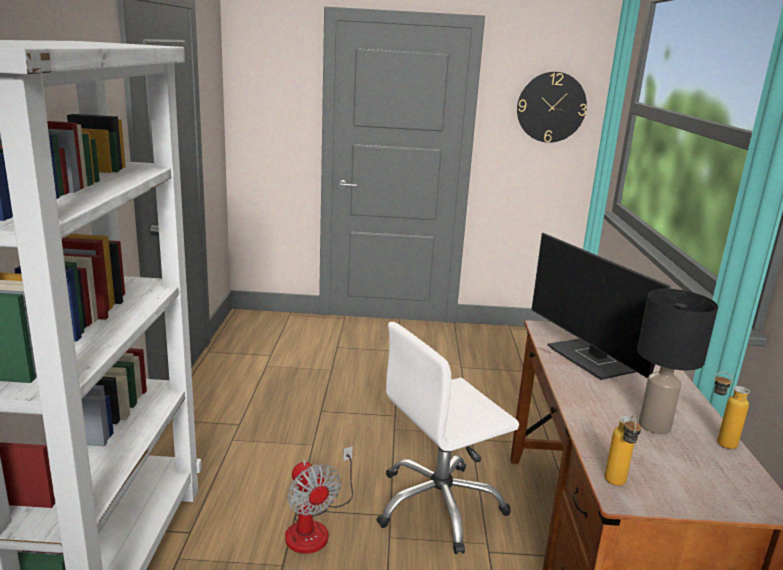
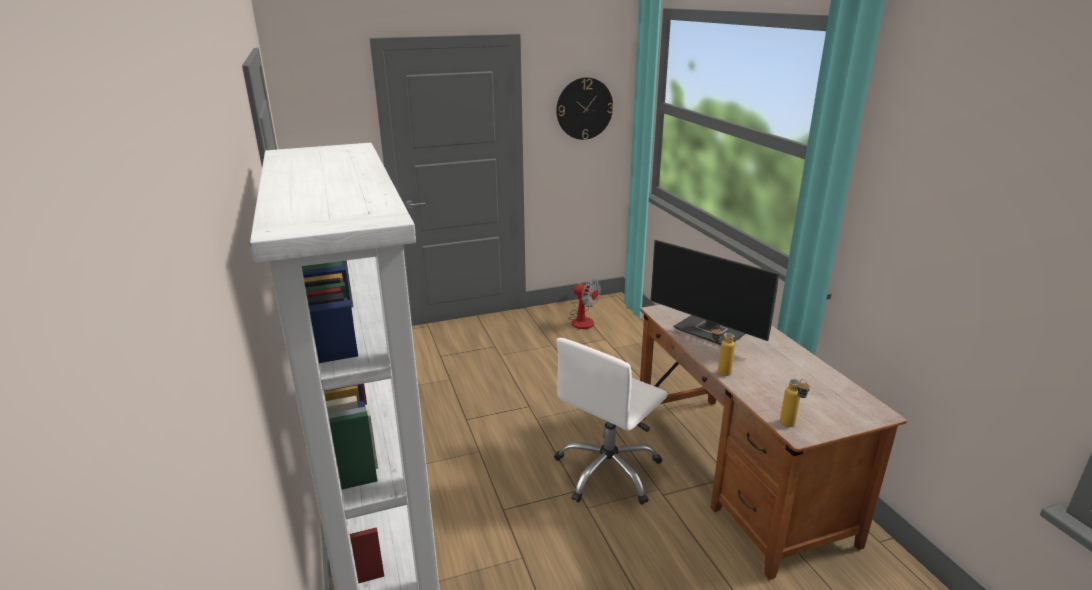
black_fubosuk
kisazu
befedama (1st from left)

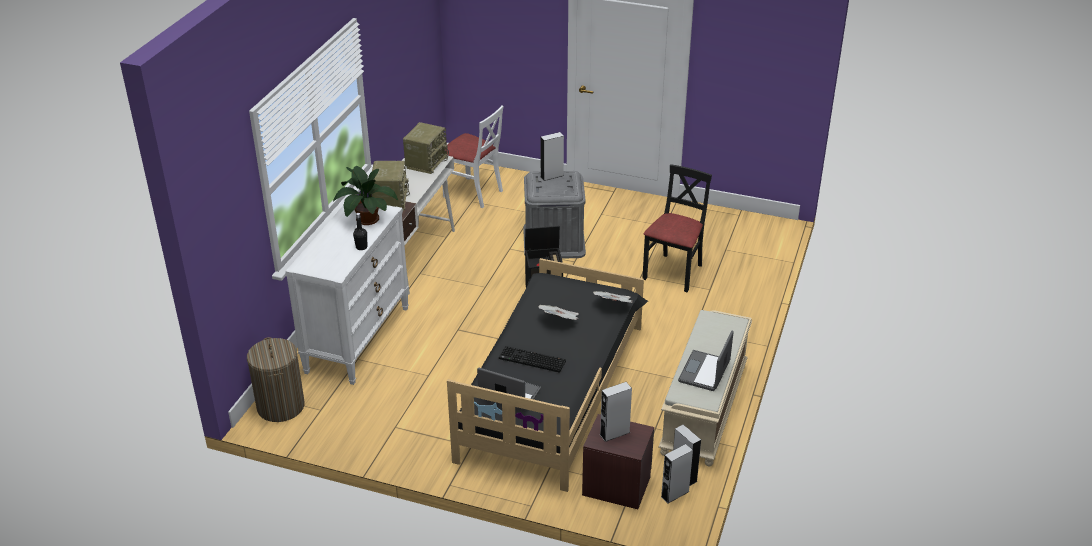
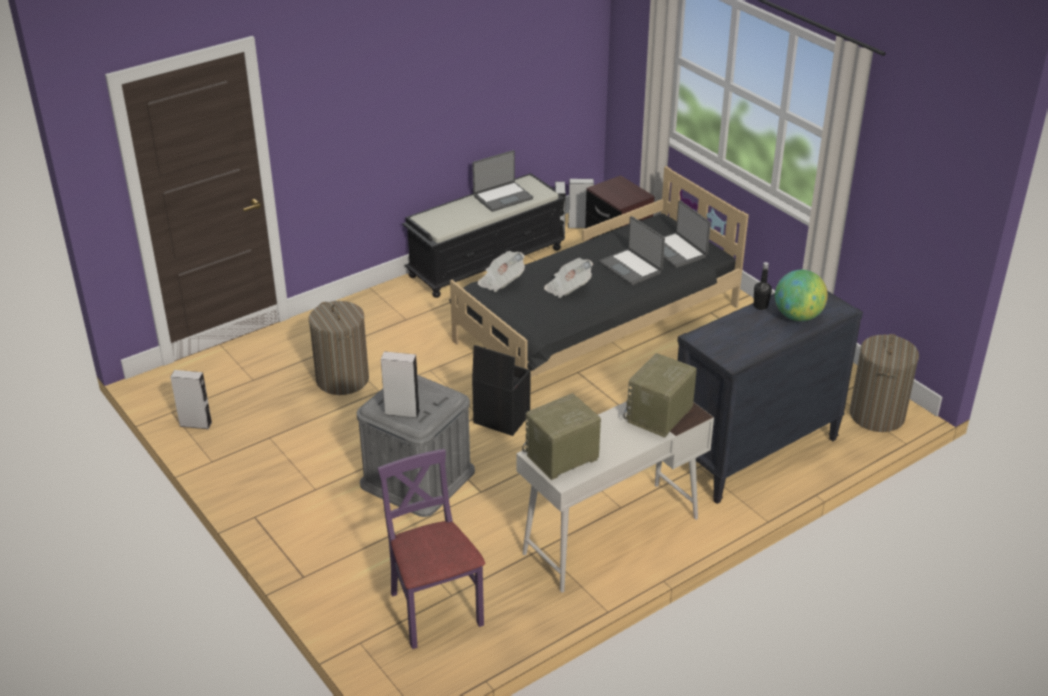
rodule
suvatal
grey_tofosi (1st from left)
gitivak (2nd from left)
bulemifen (1st from left)
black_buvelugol
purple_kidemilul
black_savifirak

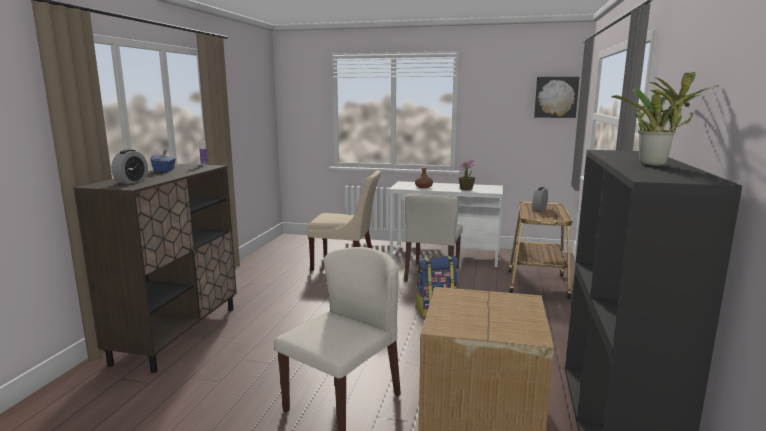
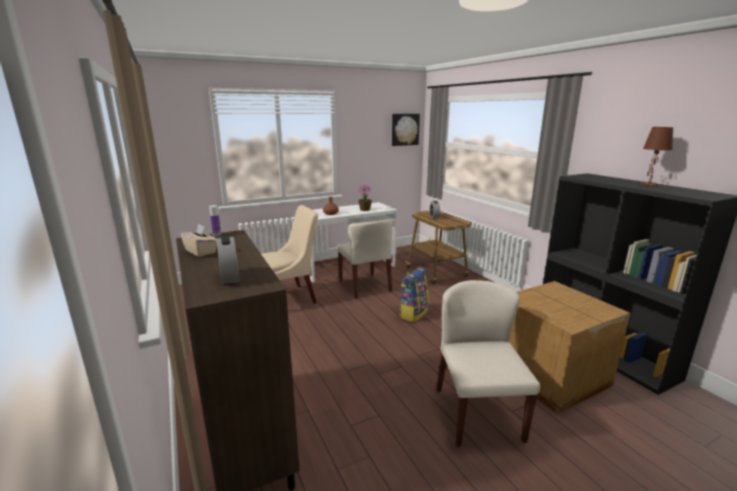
brown_fubosuk
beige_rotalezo

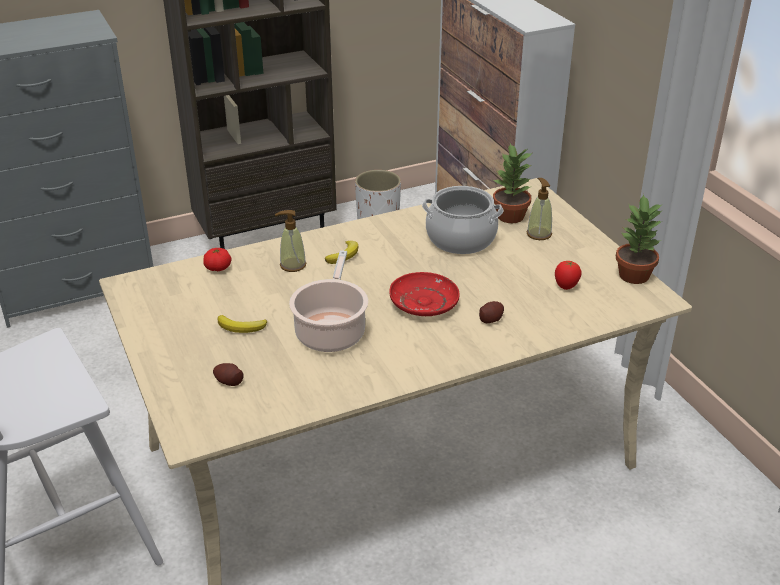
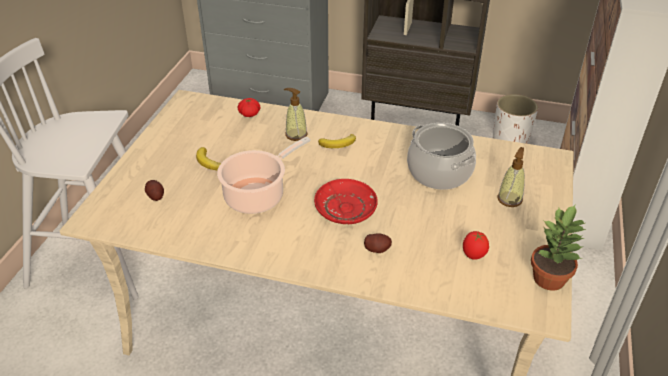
rodule (1st from left in the first image)

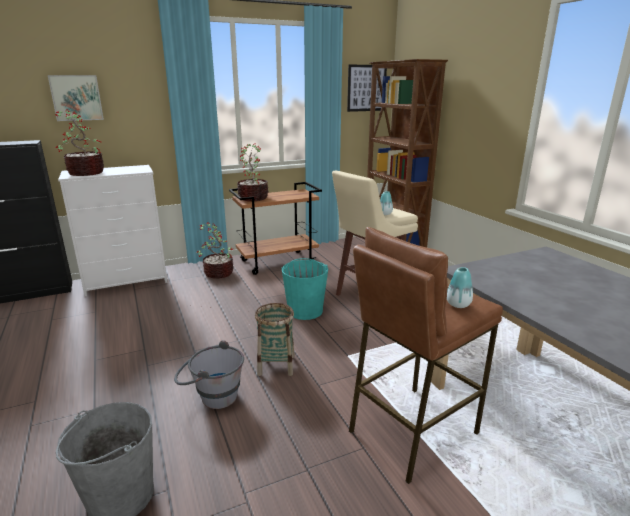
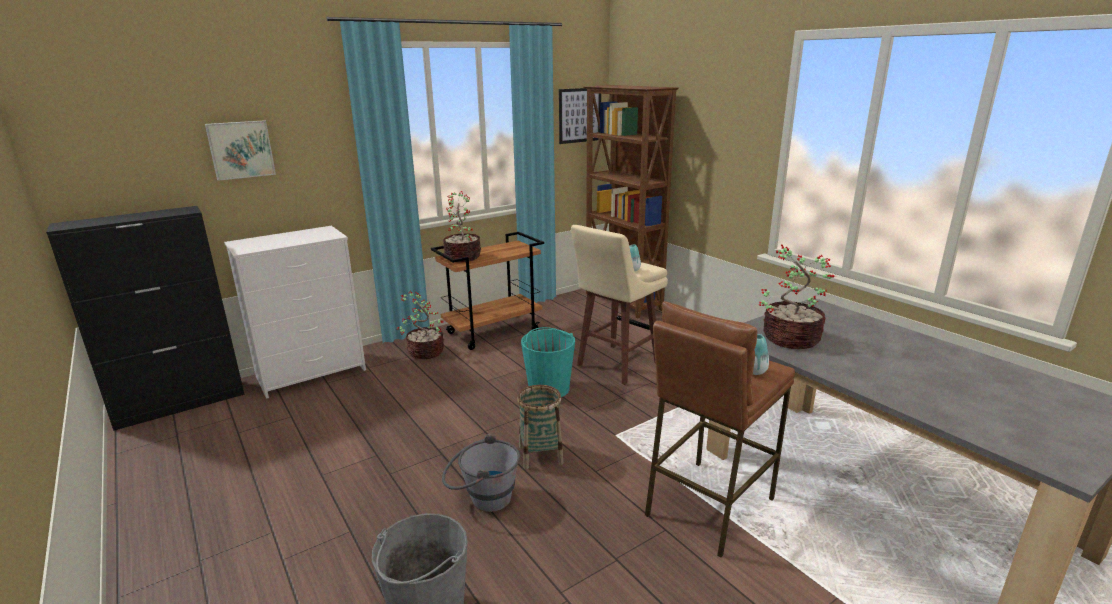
rodule (3rd from left)

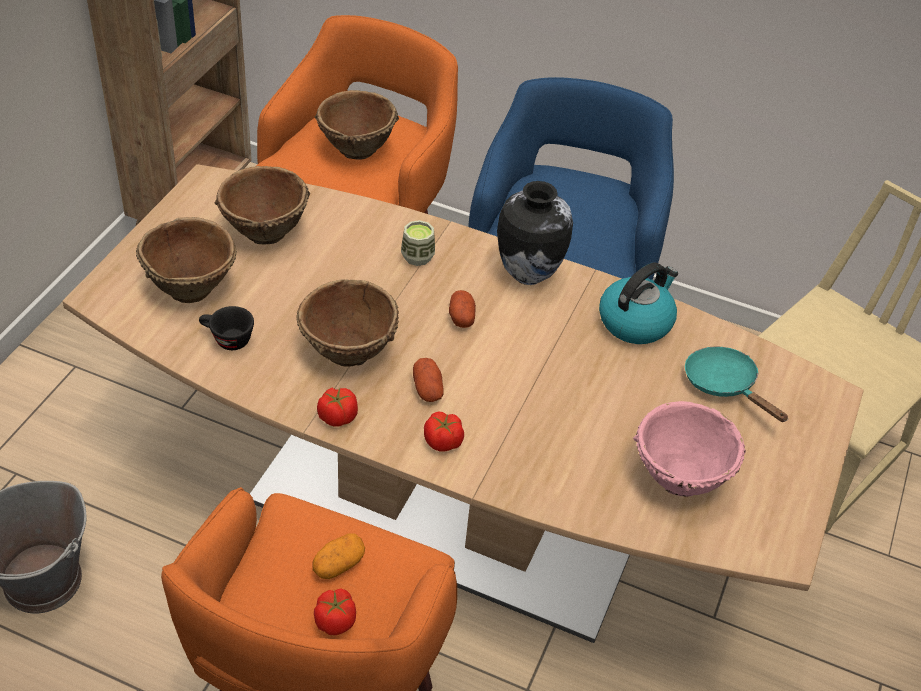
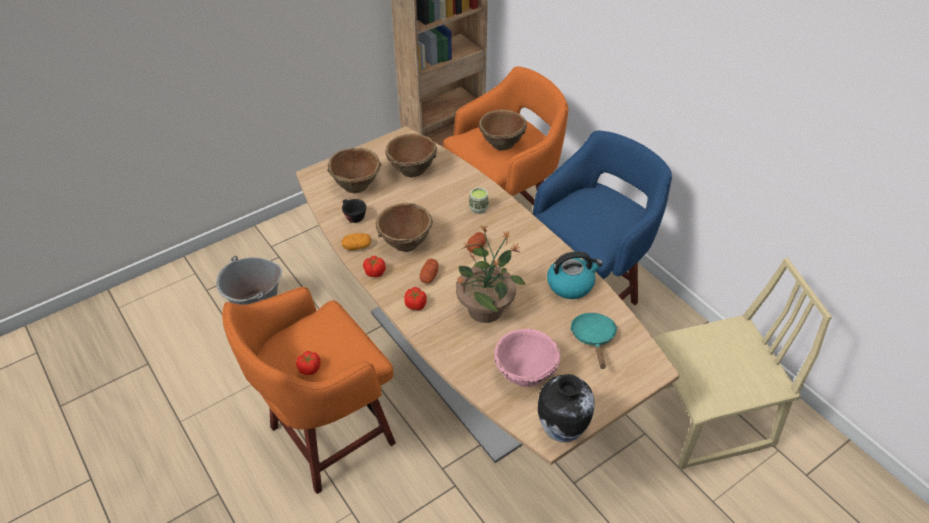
rodule
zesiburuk (1st from left)
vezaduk

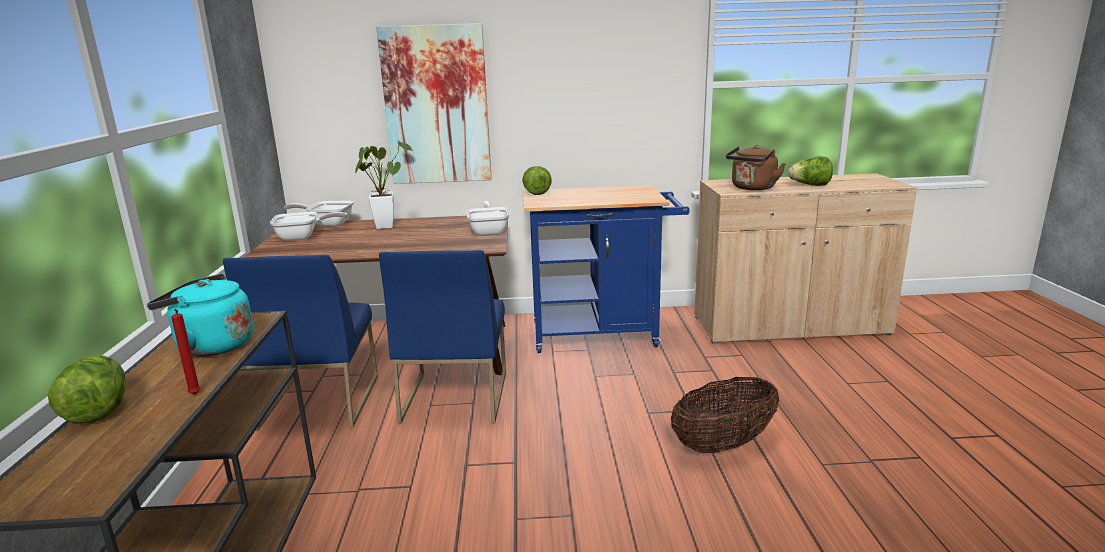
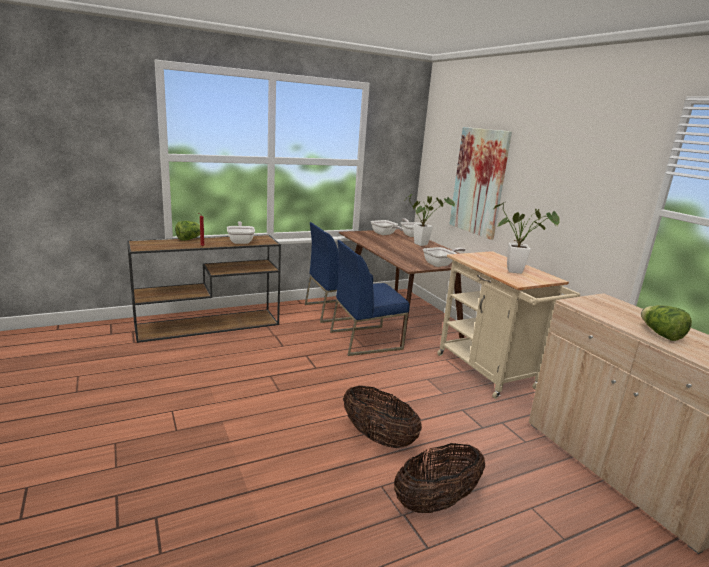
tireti (2nd from left in the first image)
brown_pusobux
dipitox (2nd from left)
rodule (2nd from left)
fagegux (1st from left)
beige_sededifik

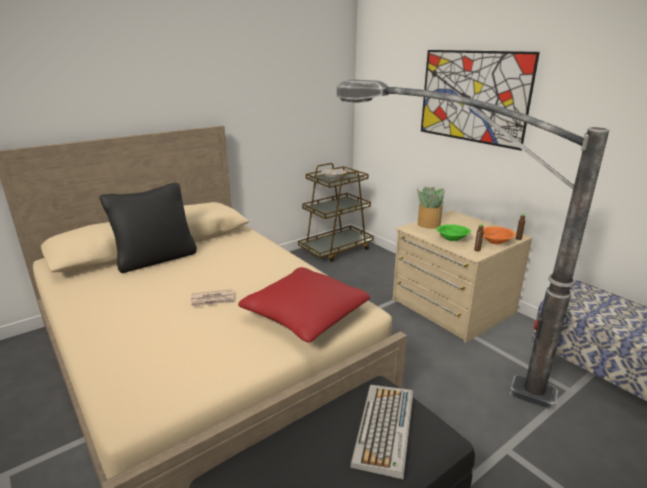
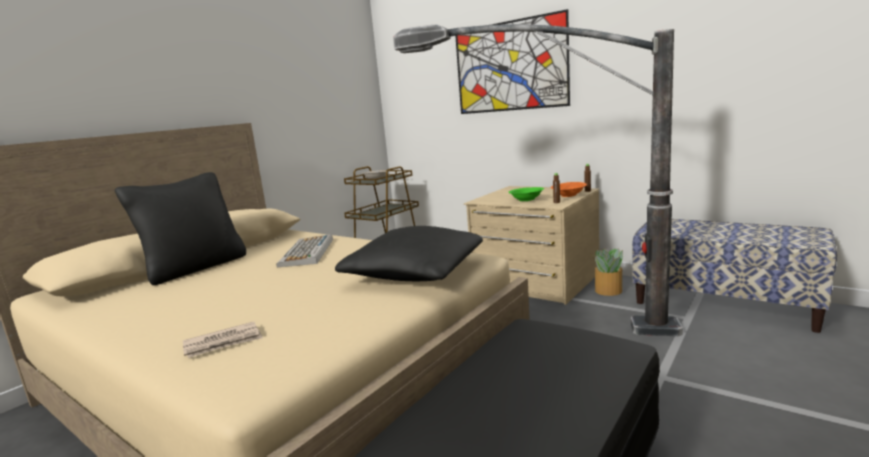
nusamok
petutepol
rodule
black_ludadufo (2nd from left)

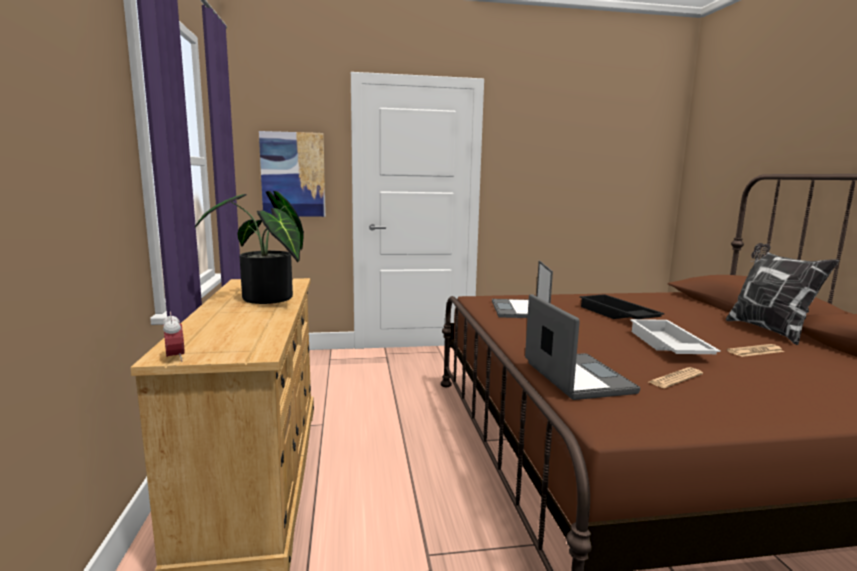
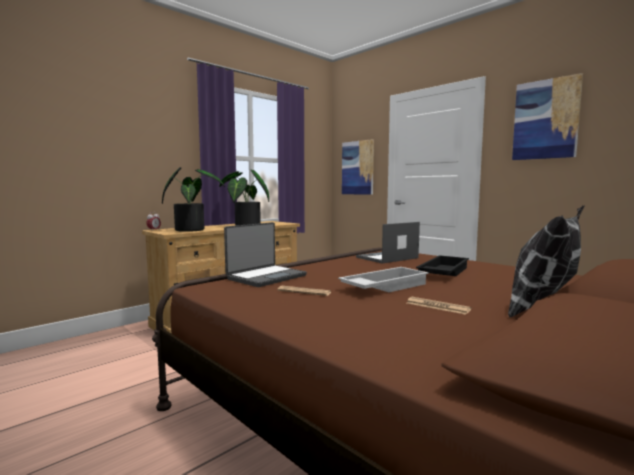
rodule (1st from left)
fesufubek (2nd from left)

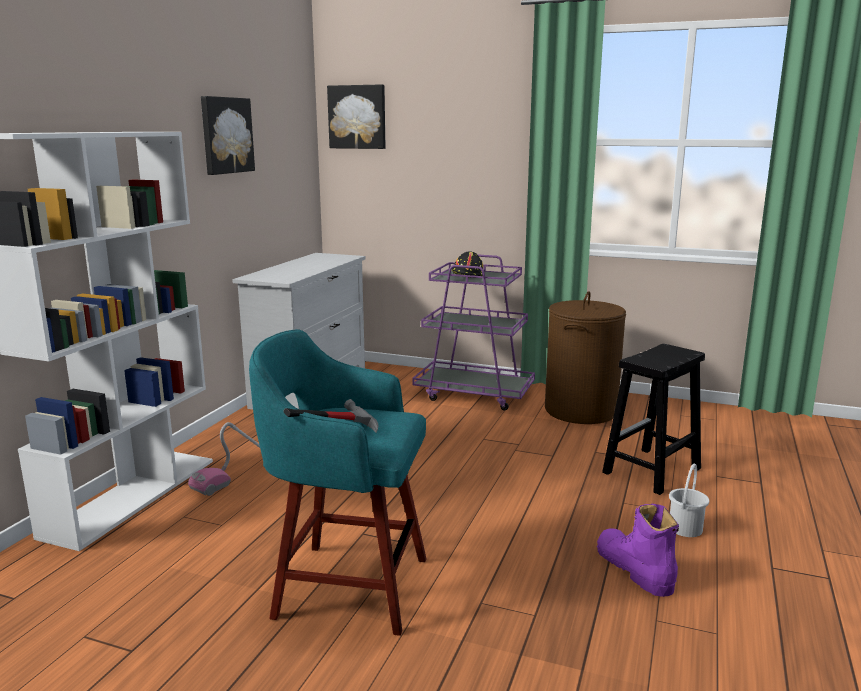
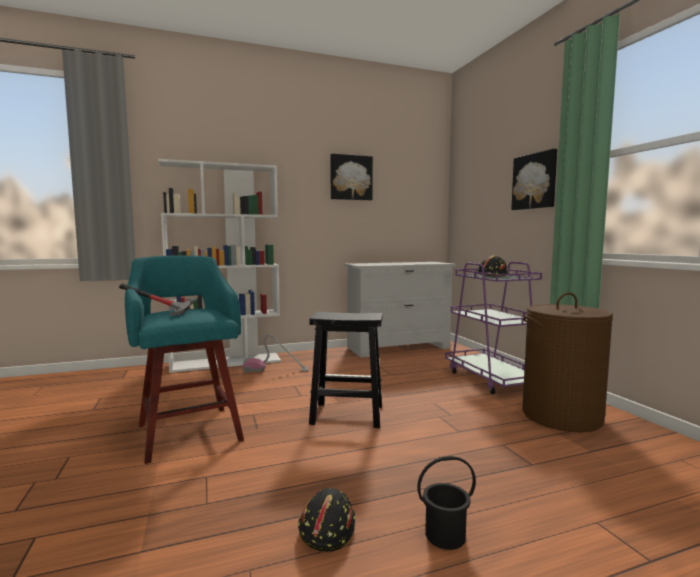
fesufubek (2nd from left)
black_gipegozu
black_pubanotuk (1st from left)
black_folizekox

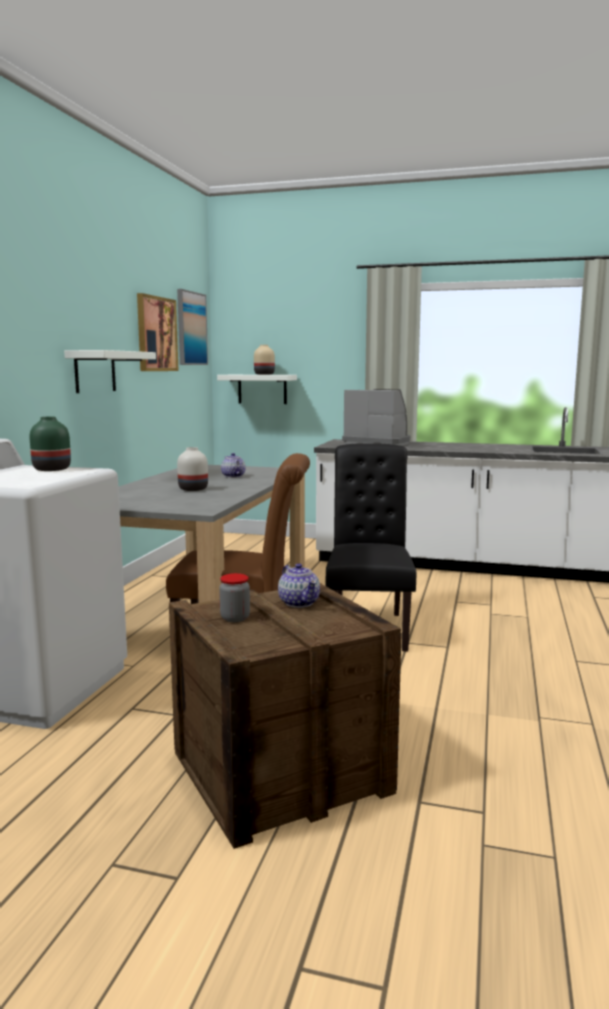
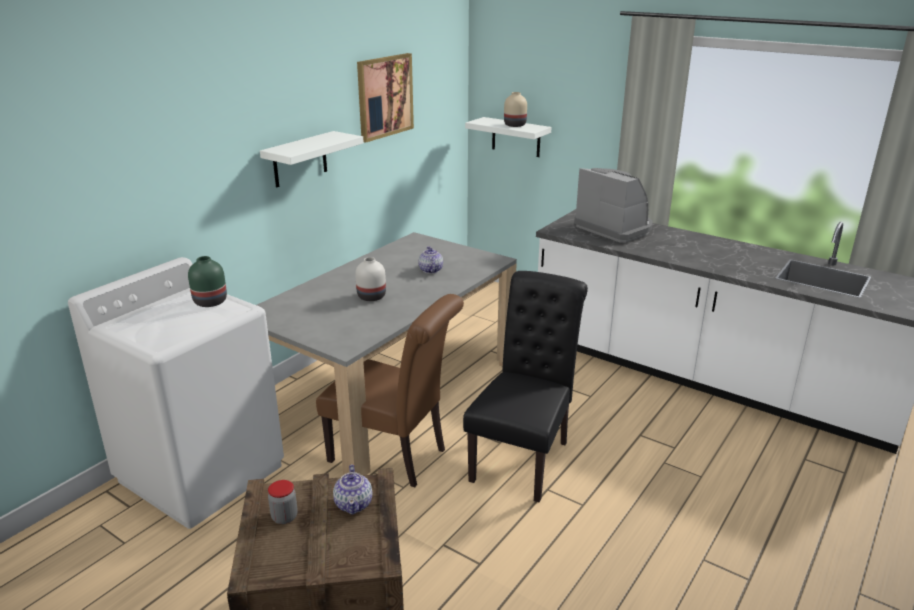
fesufubek (2nd from left in the first image)

